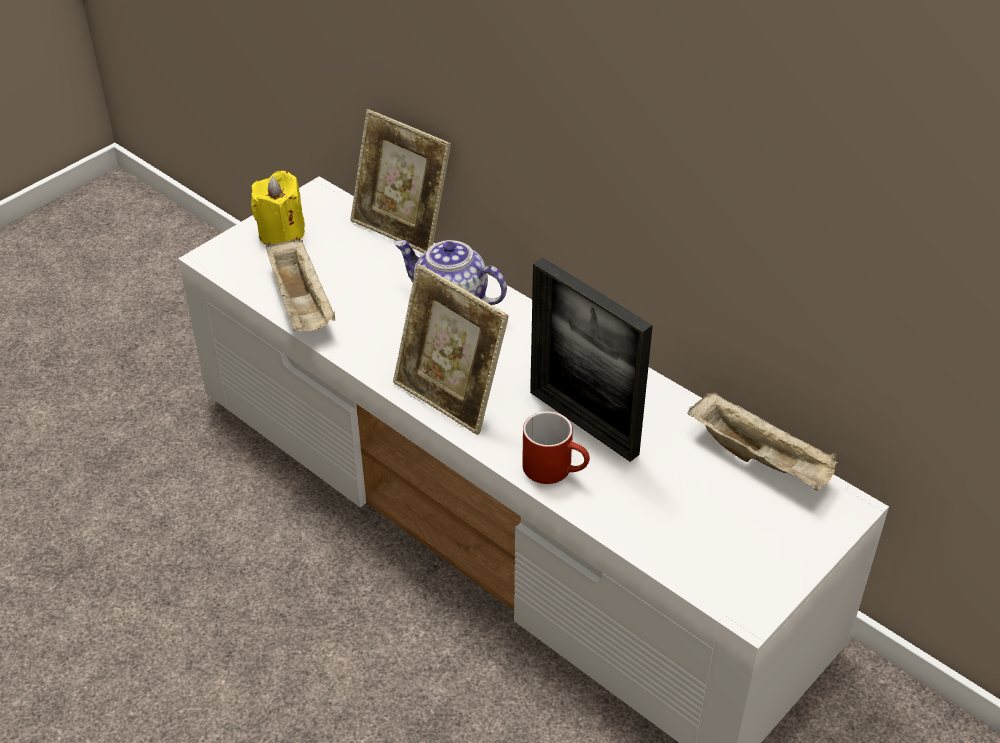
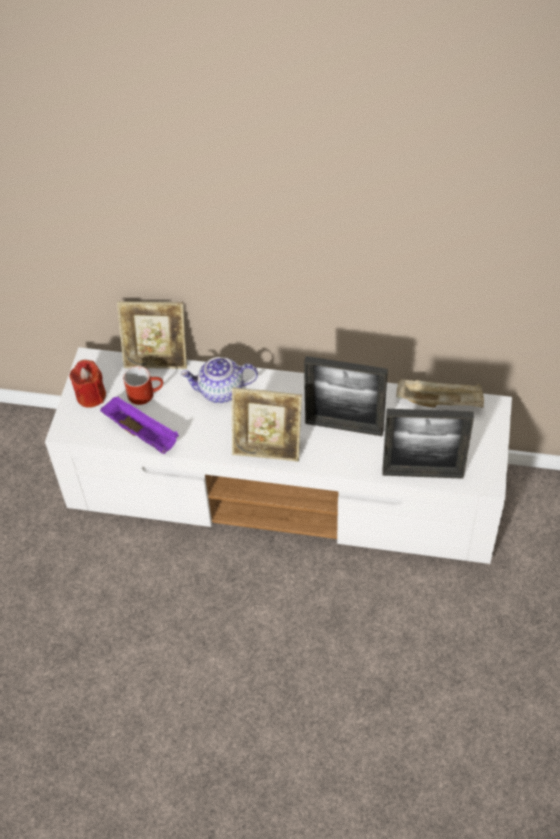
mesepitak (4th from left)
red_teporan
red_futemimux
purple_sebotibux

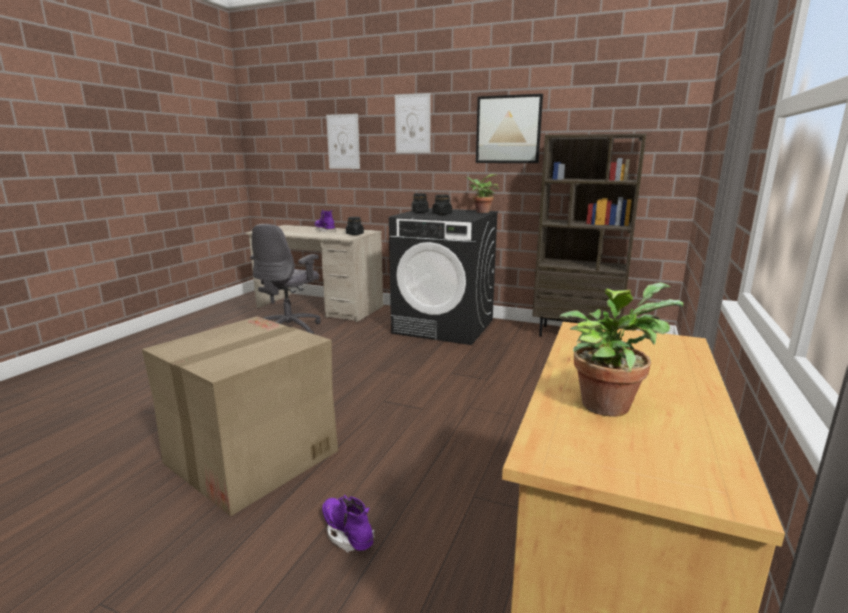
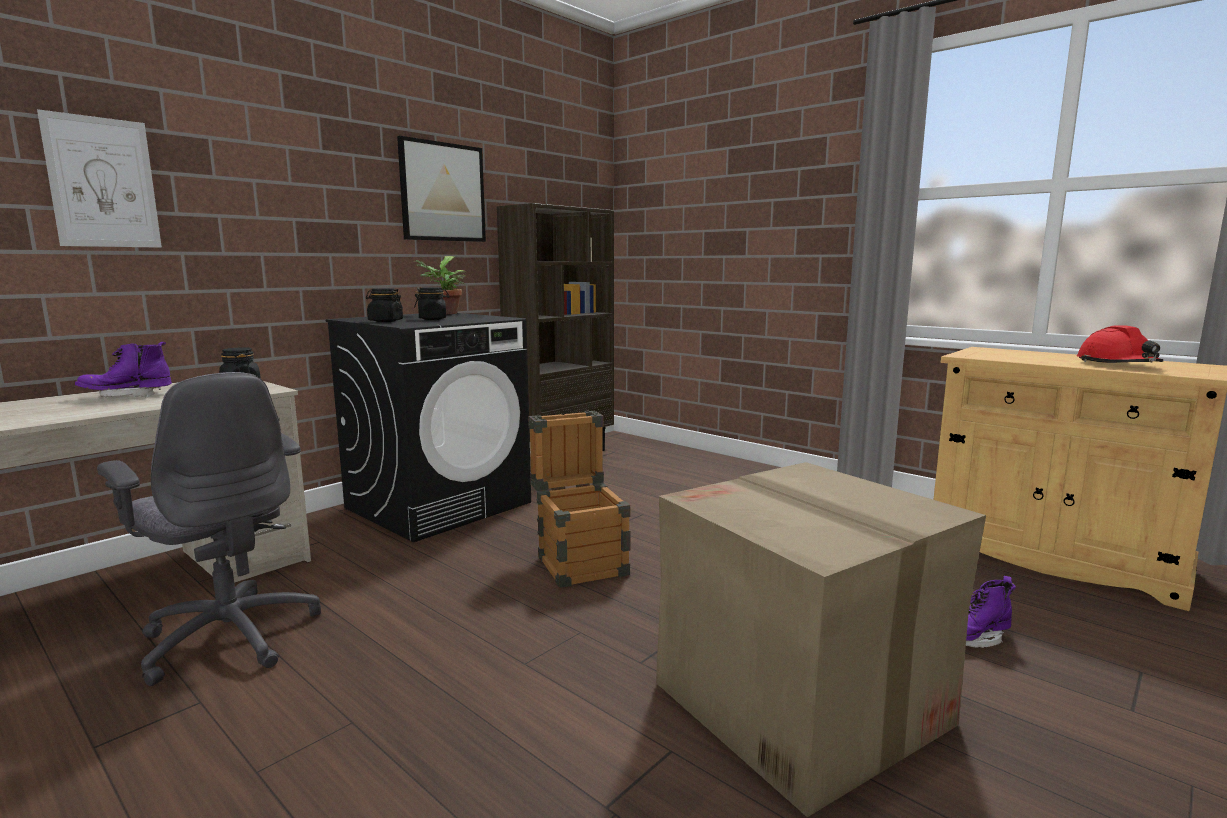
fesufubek (2nd from left in the first image)
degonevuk
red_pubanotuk

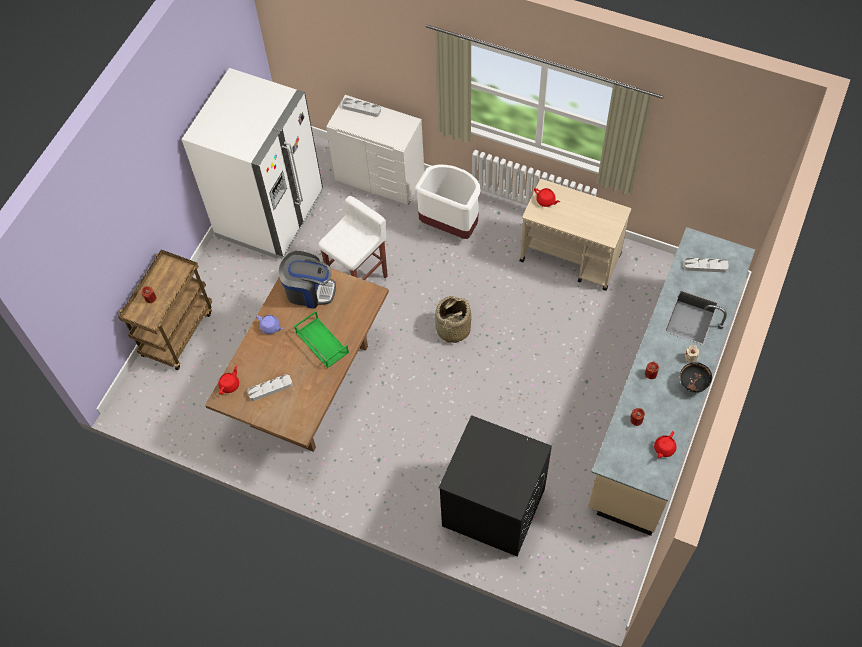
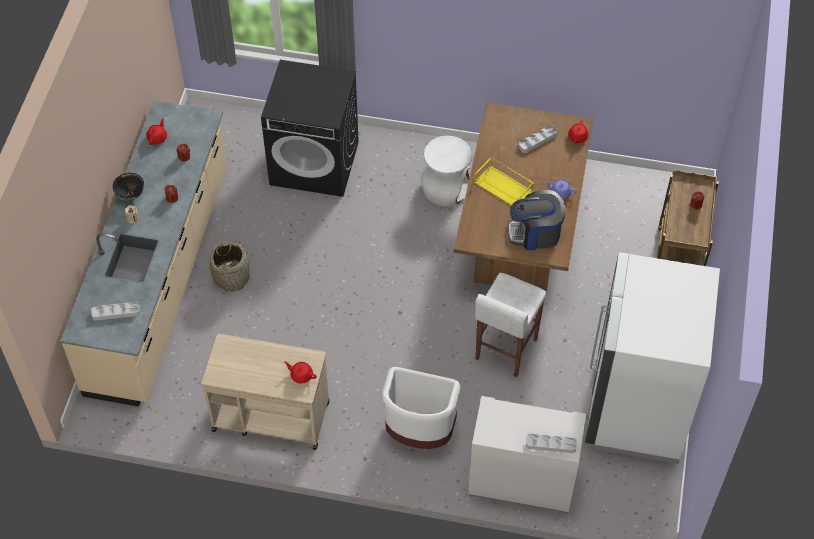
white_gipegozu (1st from left)
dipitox
yellow_sebotibux

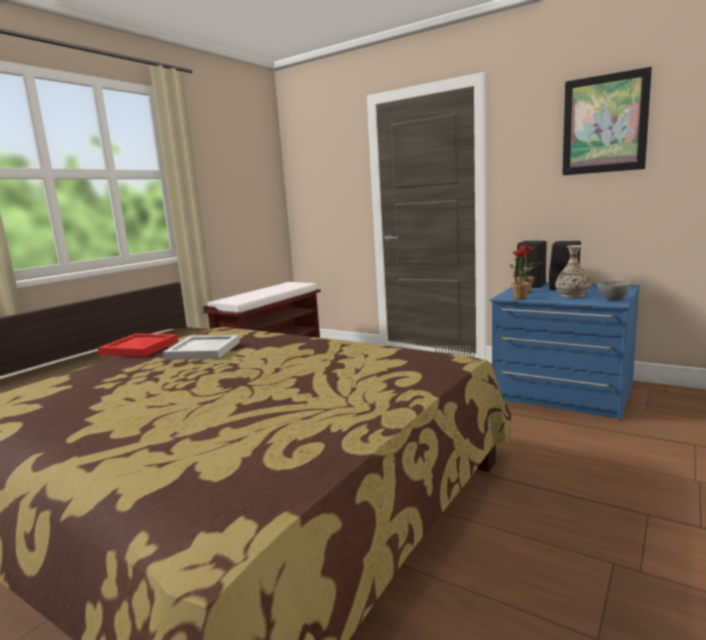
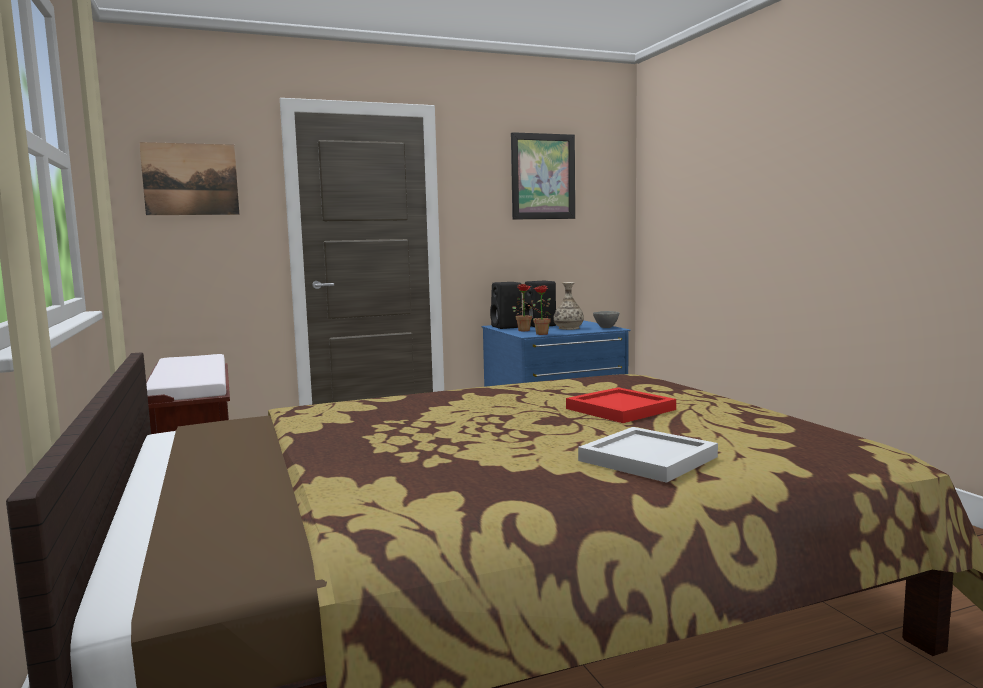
fesufubek (1st from left)
red_sebotibux
white_sebotibux

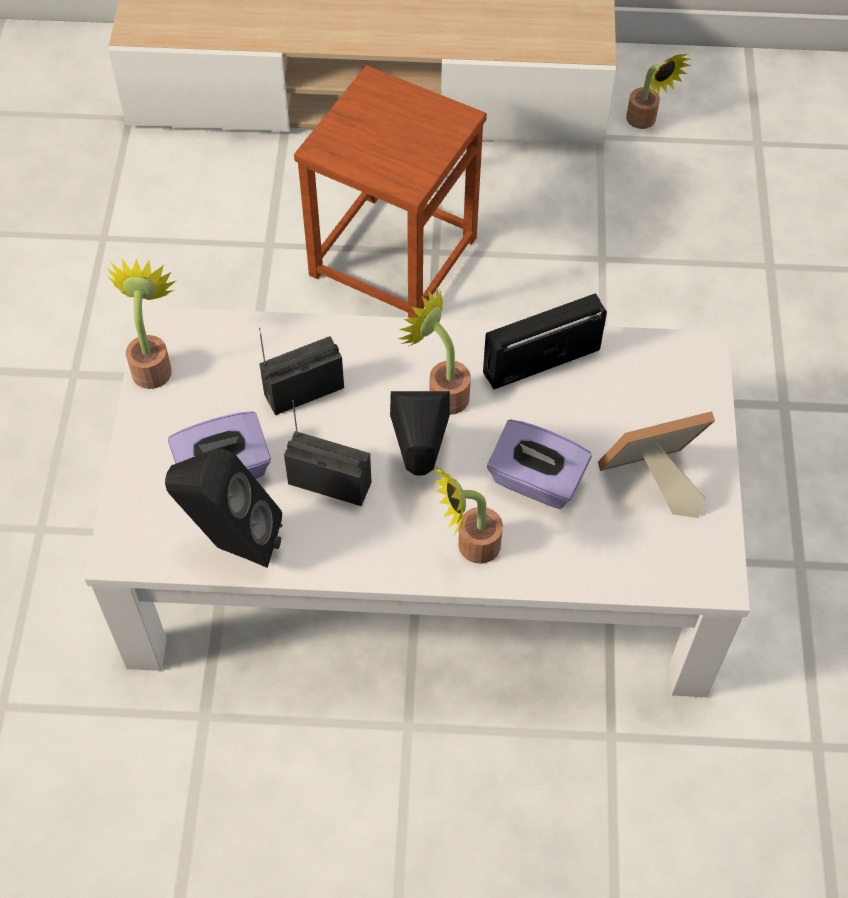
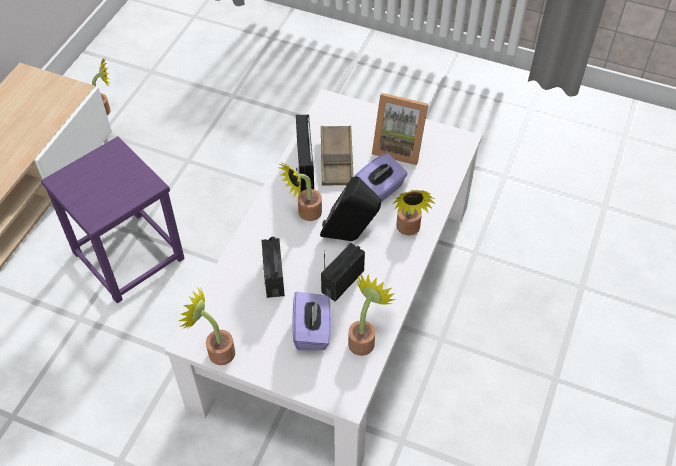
brown_sebotibux
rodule (4th from left)
purple_gipegozu
mesepitak

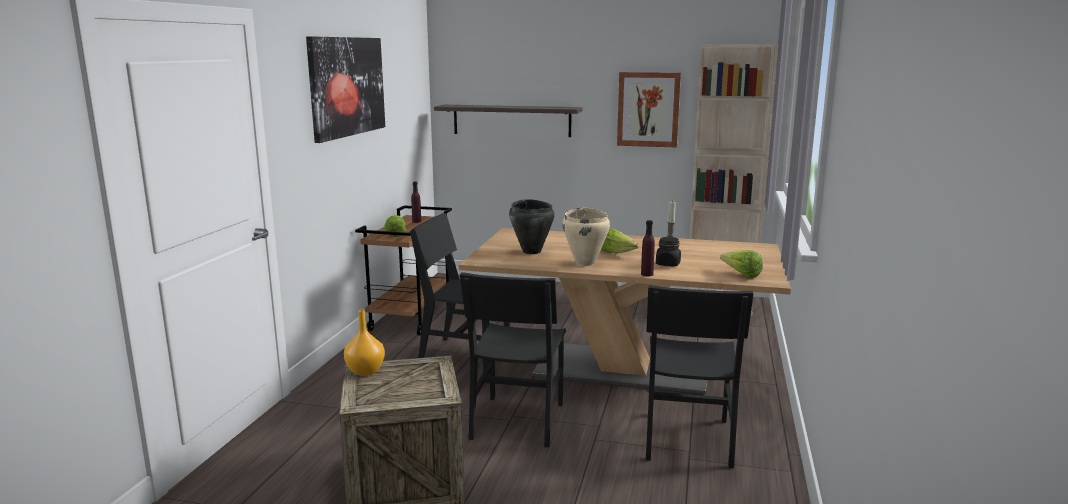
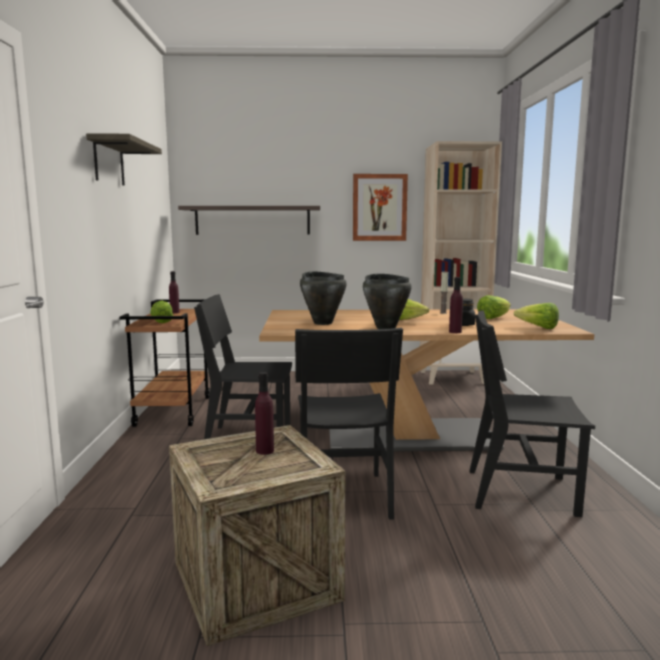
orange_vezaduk
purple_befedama (2nd from left)
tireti (3rd from left)
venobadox (1st from left)
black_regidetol (2nd from left)
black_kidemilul (3rd from left)

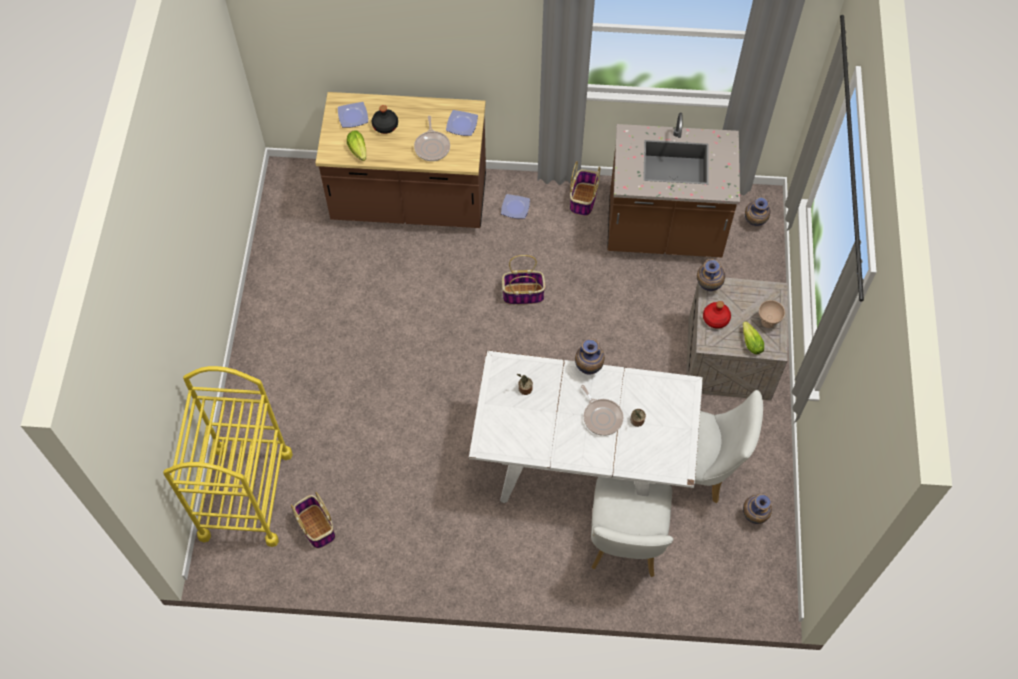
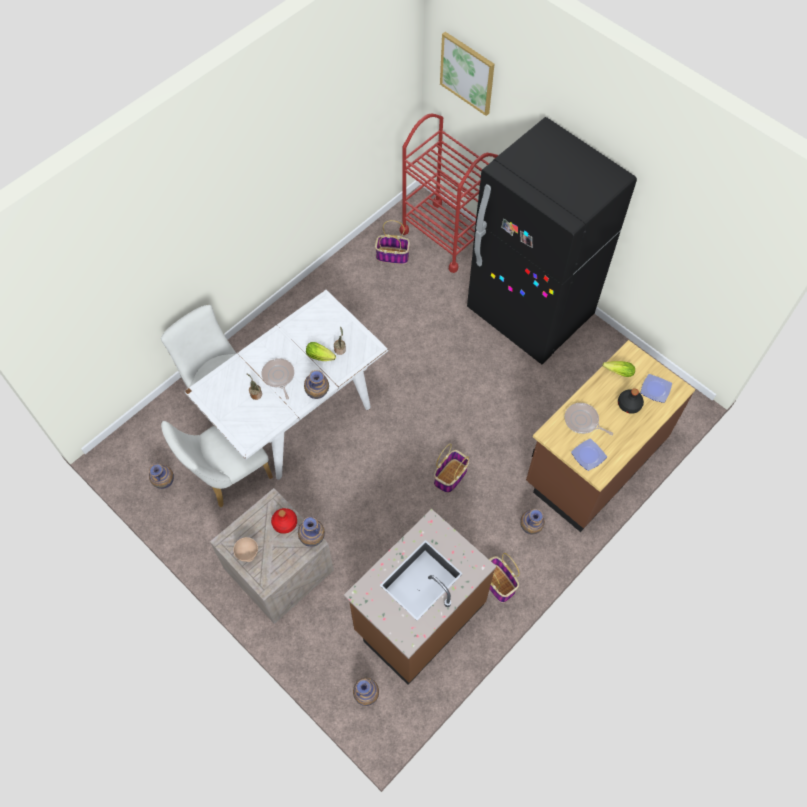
fesufubek
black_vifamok
tireti (1st from left)
vezaduk (5th from left)
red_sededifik
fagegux (1st from left)

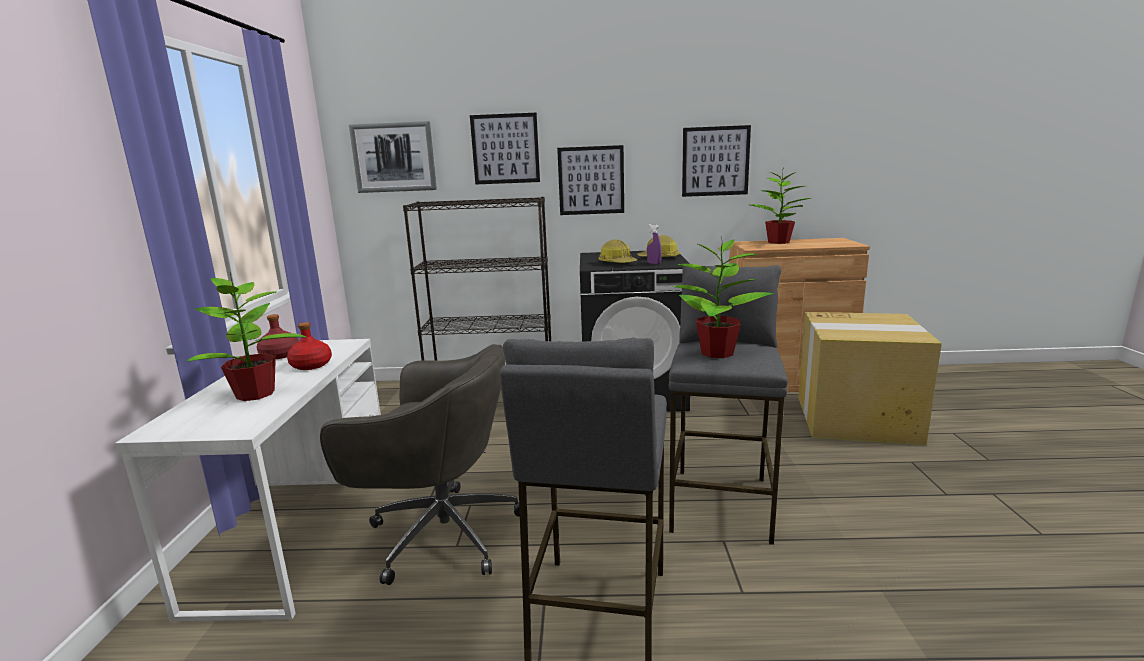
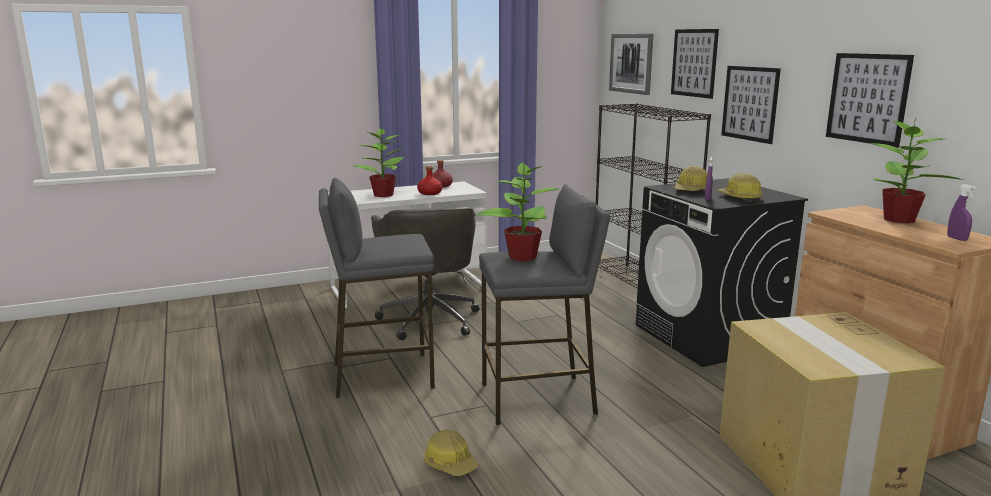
pubanotuk (1st from left)
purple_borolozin (2nd from left)

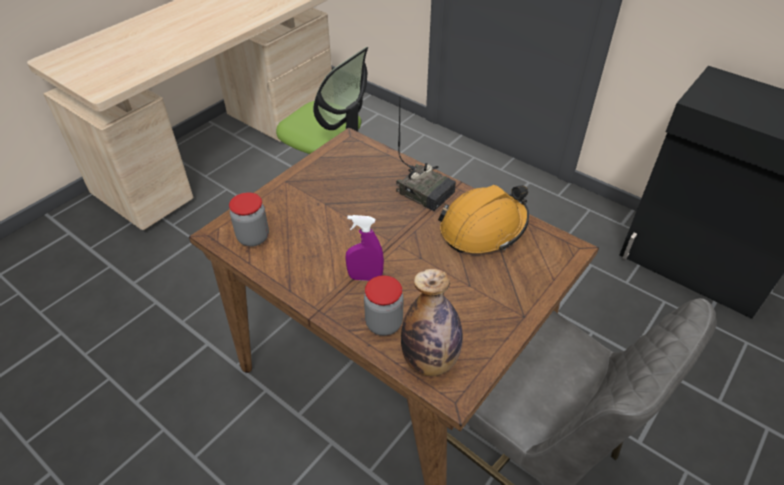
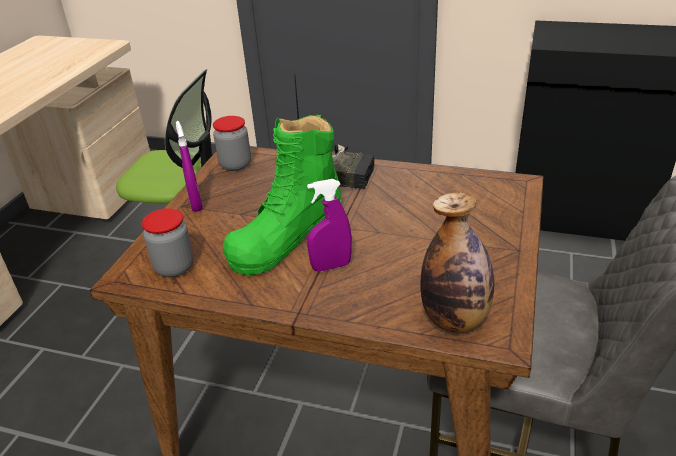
orange_pubanotuk
purple_borolozin (1st from left)
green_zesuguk
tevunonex (2nd from left)

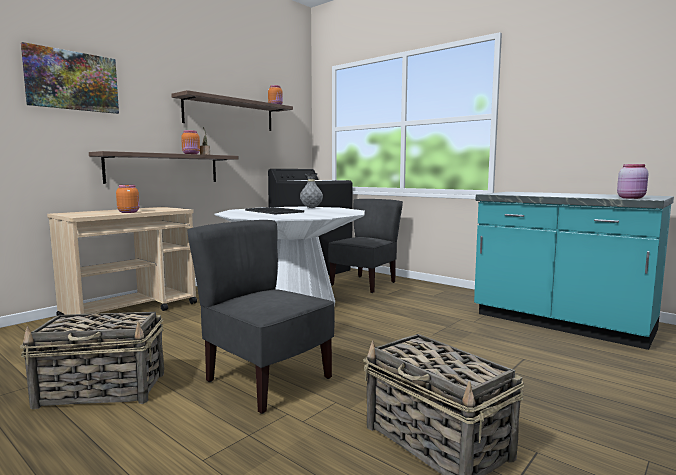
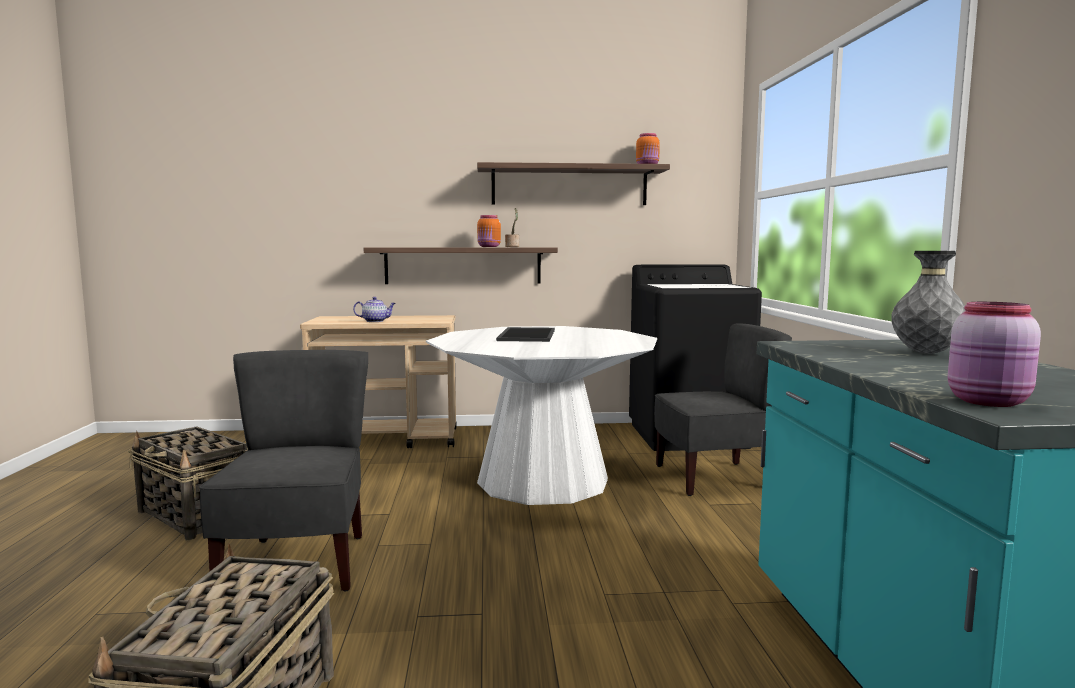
fesufubek
grey_vezaduk
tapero

